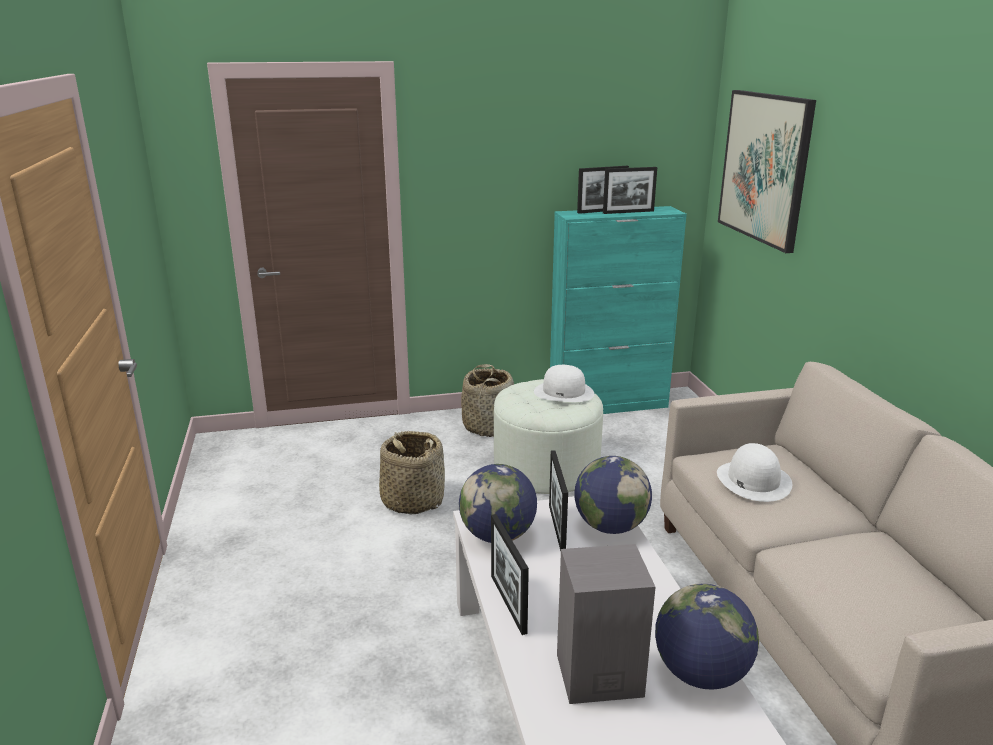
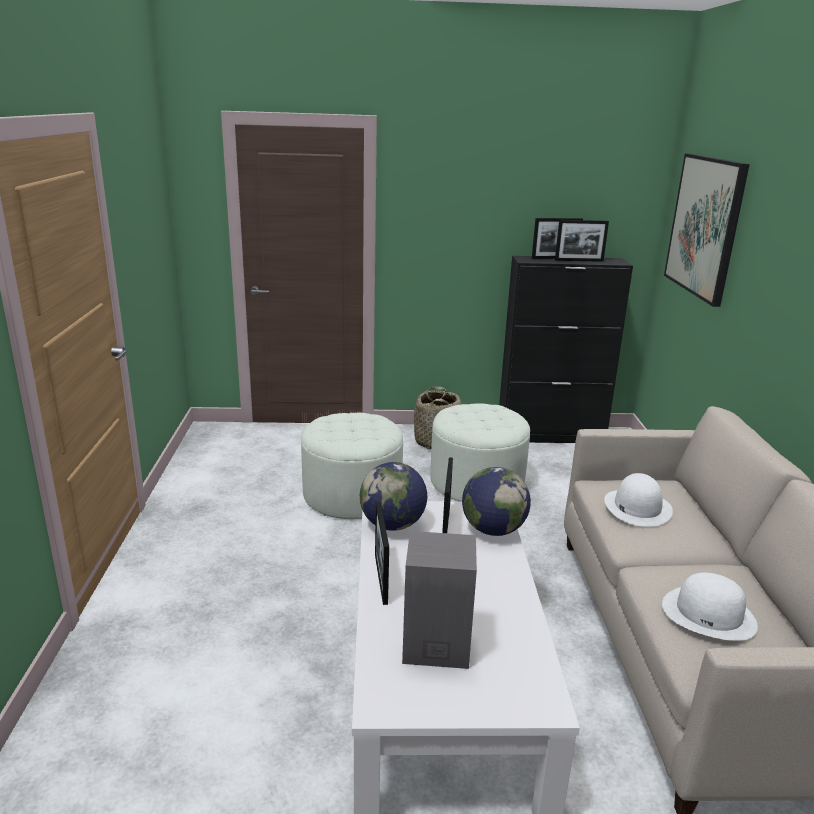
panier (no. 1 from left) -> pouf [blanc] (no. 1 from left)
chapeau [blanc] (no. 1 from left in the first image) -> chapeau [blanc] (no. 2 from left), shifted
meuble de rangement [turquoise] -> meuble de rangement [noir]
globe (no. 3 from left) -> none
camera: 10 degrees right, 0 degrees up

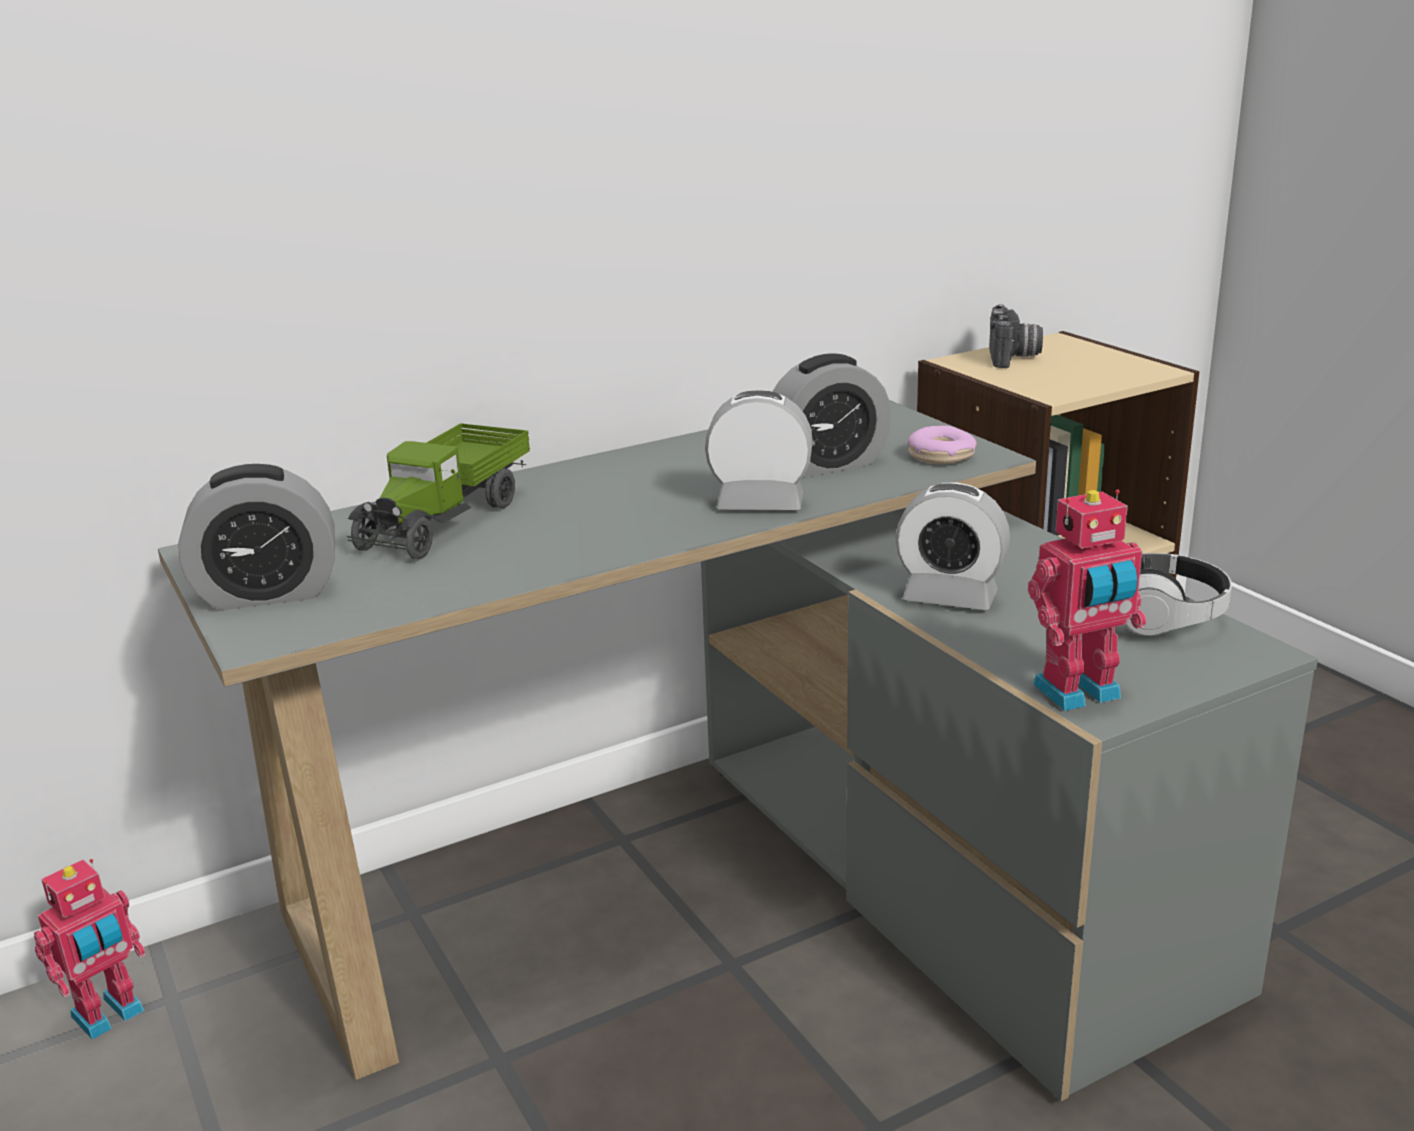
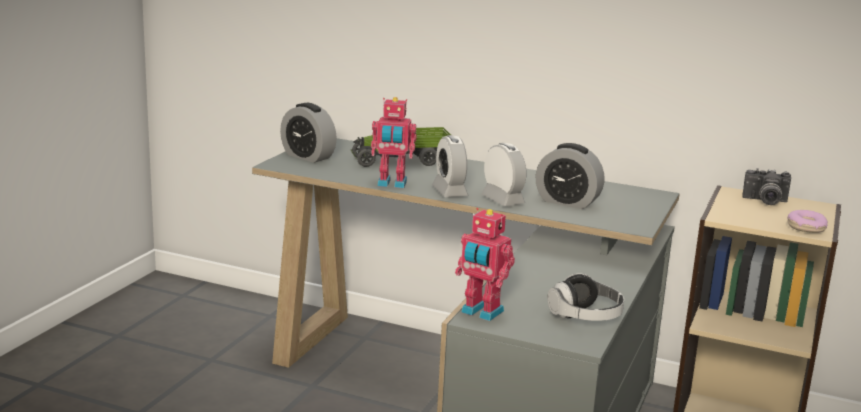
robot jouet (no. 1 from left), shifted
réveil (no. 4 from left in the first image) -> réveil (no. 2 from left), shifted
beignet, shifted
appareil photo, 45 degrees clockwise
camera: 50 degrees right, 5 degrees down

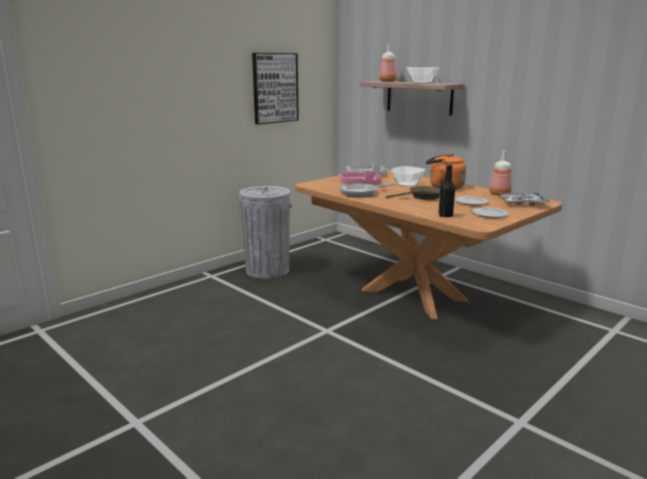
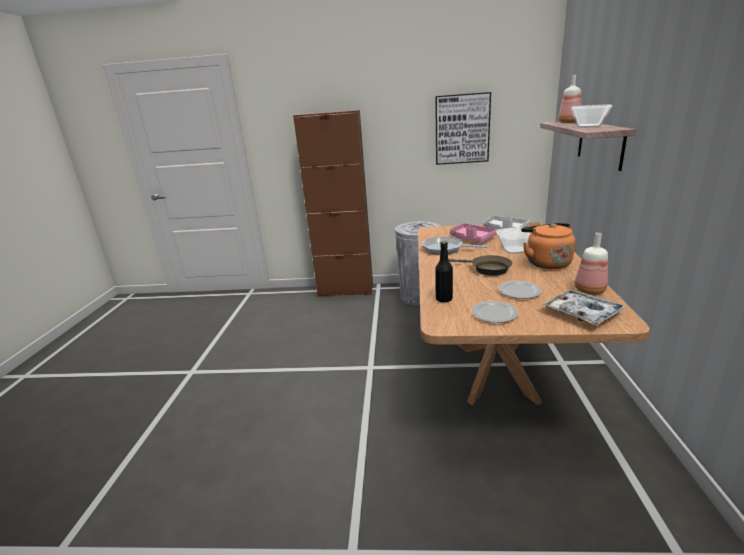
none -> meuble de rangement [marron]
camera: 50 degrees right, 5 degrees up

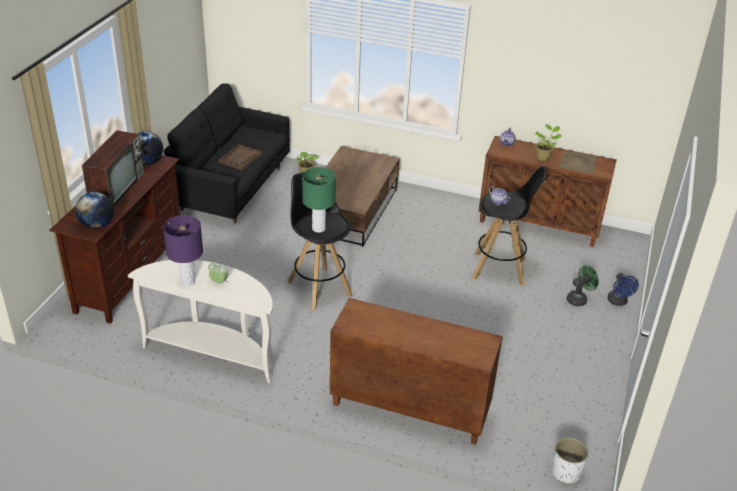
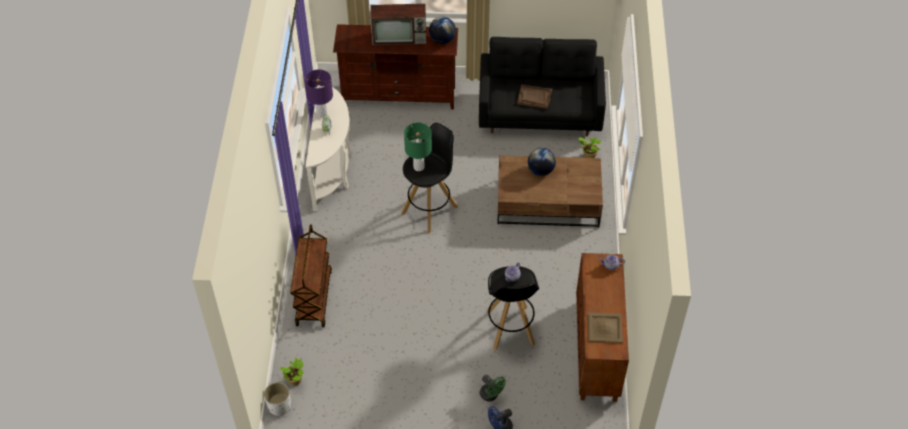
globe (no. 1 from left in the first image) -> globe (no. 2 from left), shifted
meuble de rangement [marron] (no. 1 from left) -> chariot [marron]
plante en pot (no. 2 from left in the first image) -> plante en pot (no. 1 from left), shifted
camera: 75 degrees right, 15 degrees up

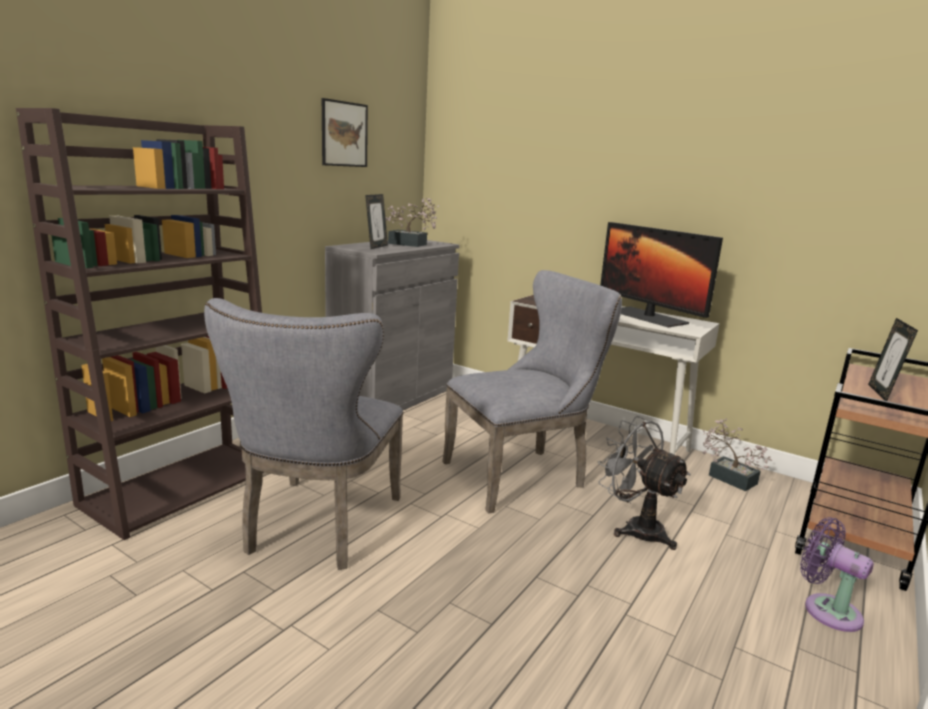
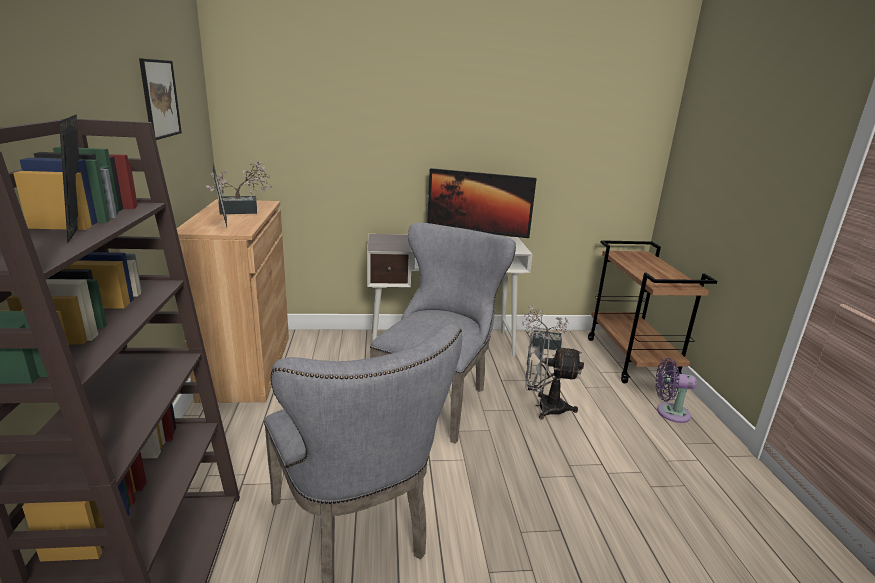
meuble de rangement [gris] -> meuble de rangement [marron]
cadre photo (no. 2 from left in the first image) -> cadre photo (no. 1 from left), shifted
camera: 40 degrees left, 5 degrees up

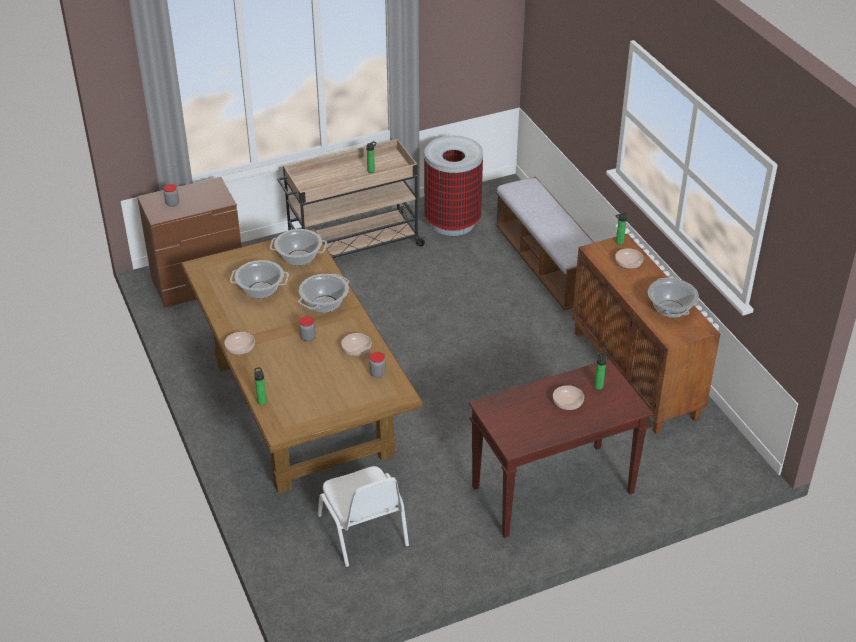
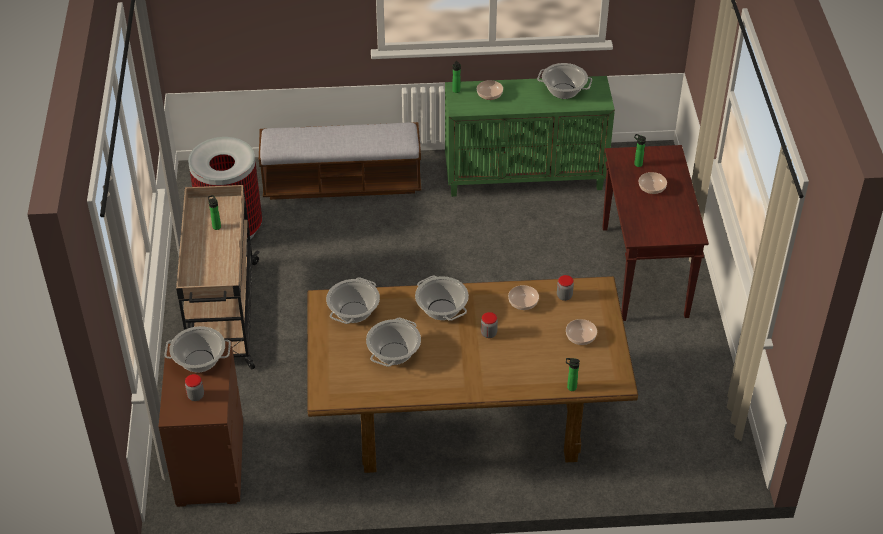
bol (no. 1 from left in the first image) -> bol (no. 3 from left), shifted
chaise [blanc] -> none
meuble de rangement [marron] -> meuble de rangement [vert]
none -> marmite (no. 1 from left)
camera: 70 degrees left, 5 degrees up

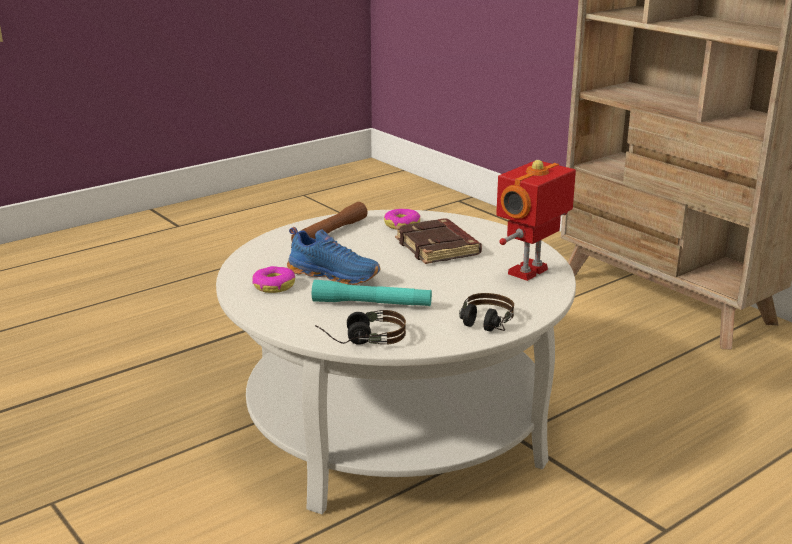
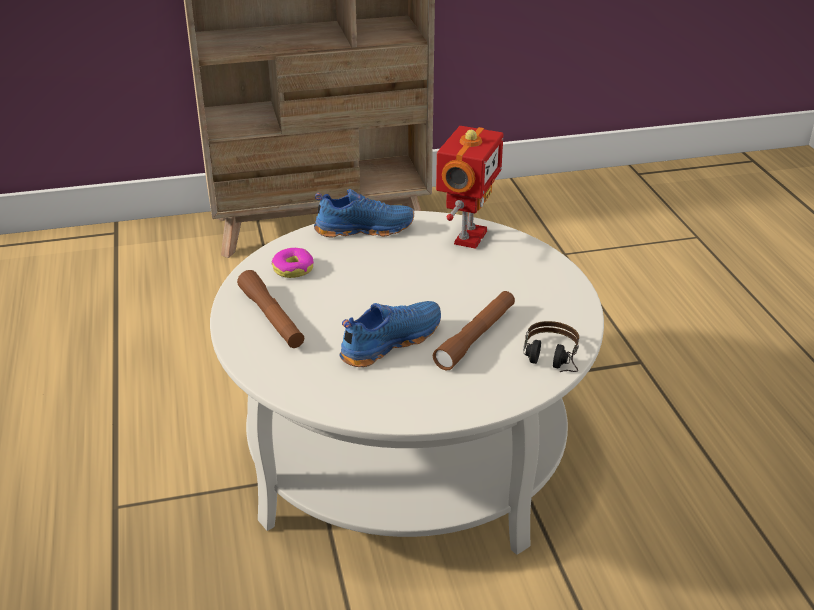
beignet (no. 1 from left) -> none
lampe de poche [turquoise] -> lampe de poche [marron] (no. 2 from left)
livre [marron] -> none
casque audio (no. 2 from left) -> none
robot jouet, 135 degrees counterclockwise
none -> chaussure [bleu] (no. 1 from left)
camera: 65 degrees left, 10 degrees up

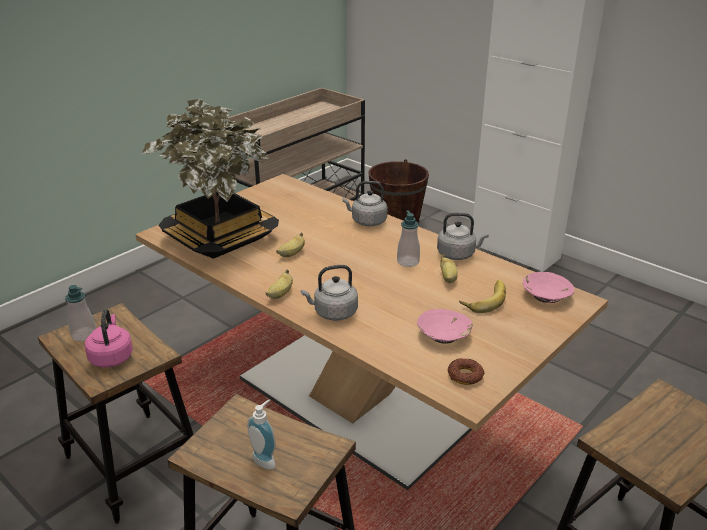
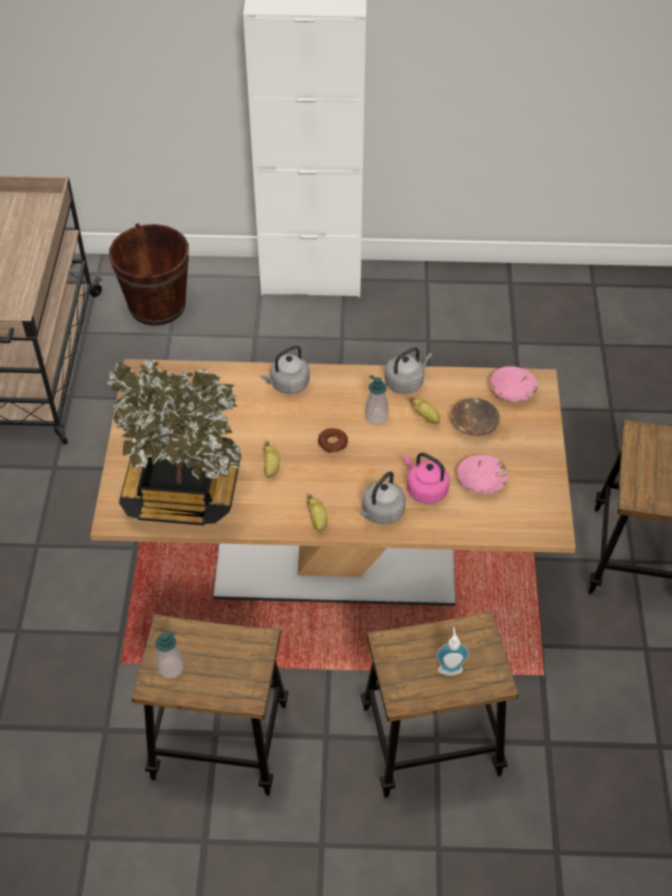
bouilloire [rose], shifted
beignet, shifted
banane (no. 4 from left) -> bol [marron]
camera: 40 degrees left, 20 degrees up

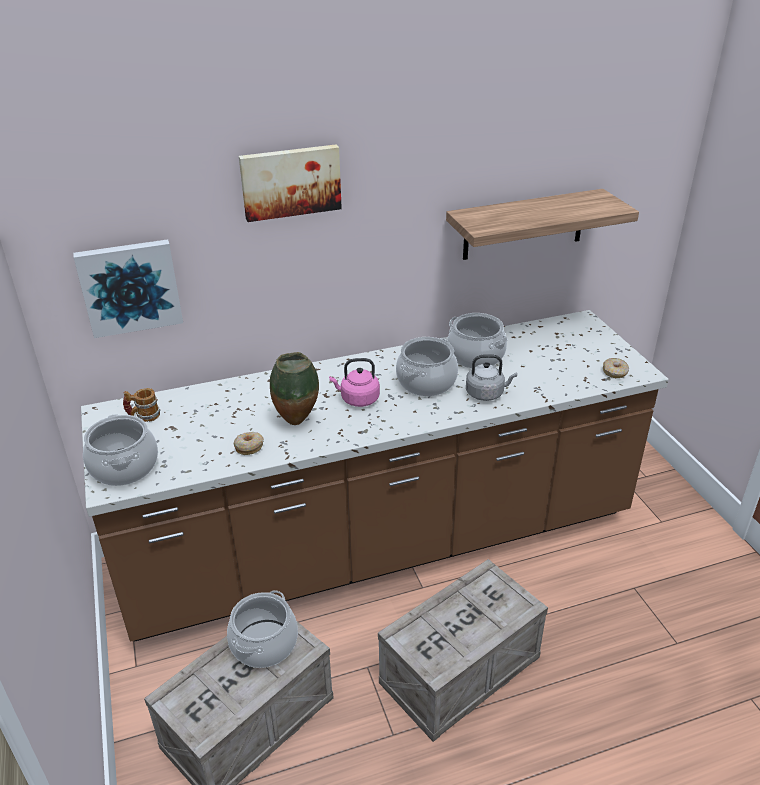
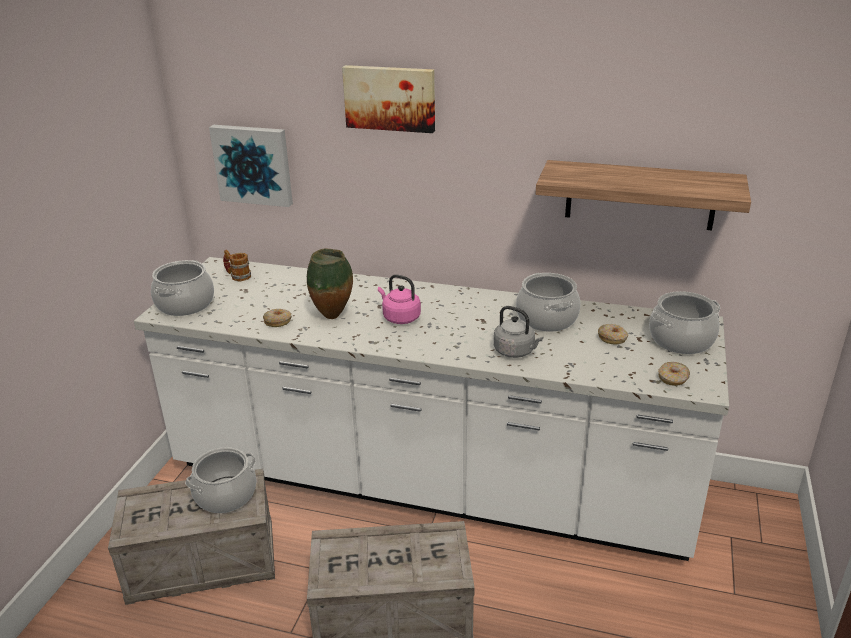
comptoir de cuisine [marron] -> comptoir de cuisine [blanc]
marmite (no. 3 from left in the first image) -> marmite (no. 4 from left), shifted
none -> beignet (no. 2 from left)
camera: 35 degrees right, 5 degrees down

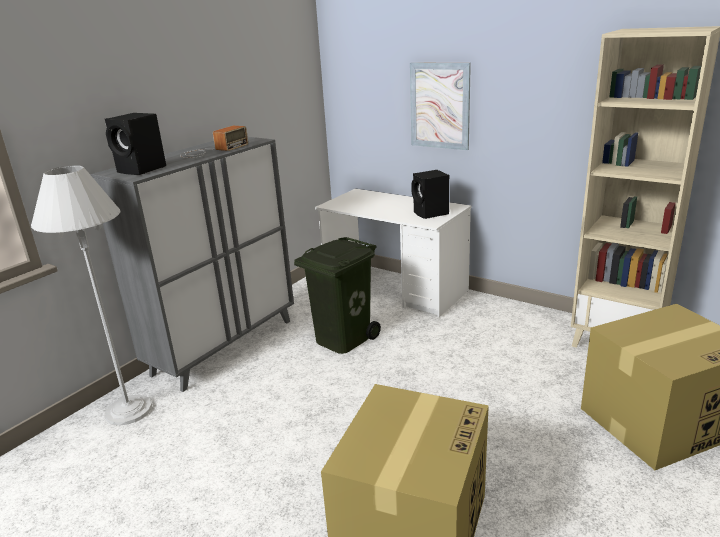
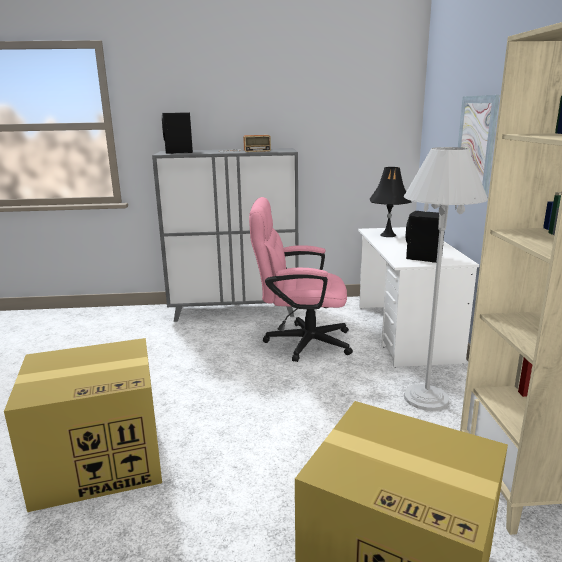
lampadaire [blanc], shifted
poubelle [vert] -> chaise de bureau [rose]
none -> lampe de table [noir]
camera: 50 degrees right, 5 degrees down

